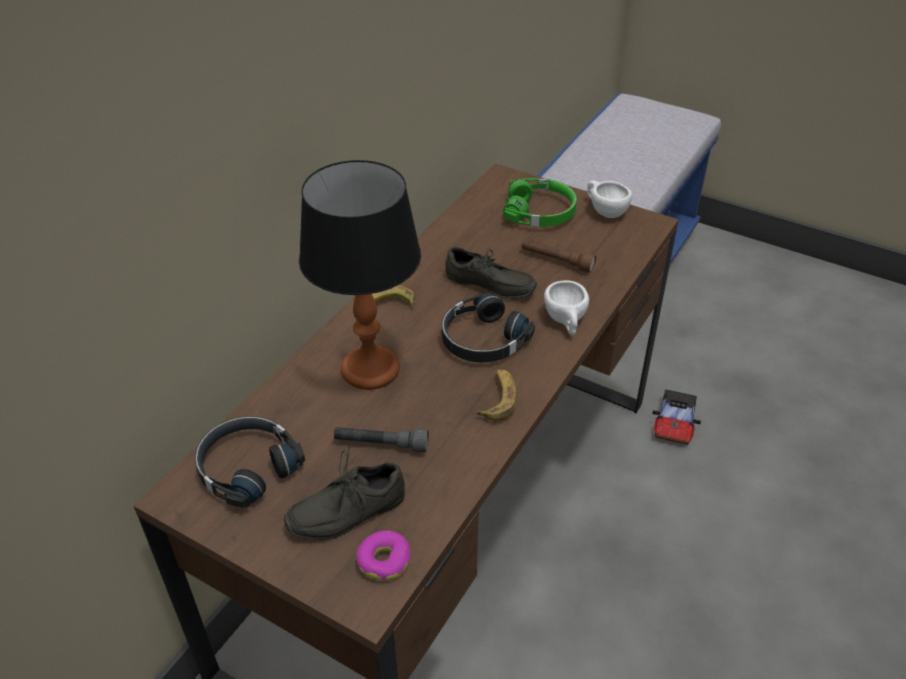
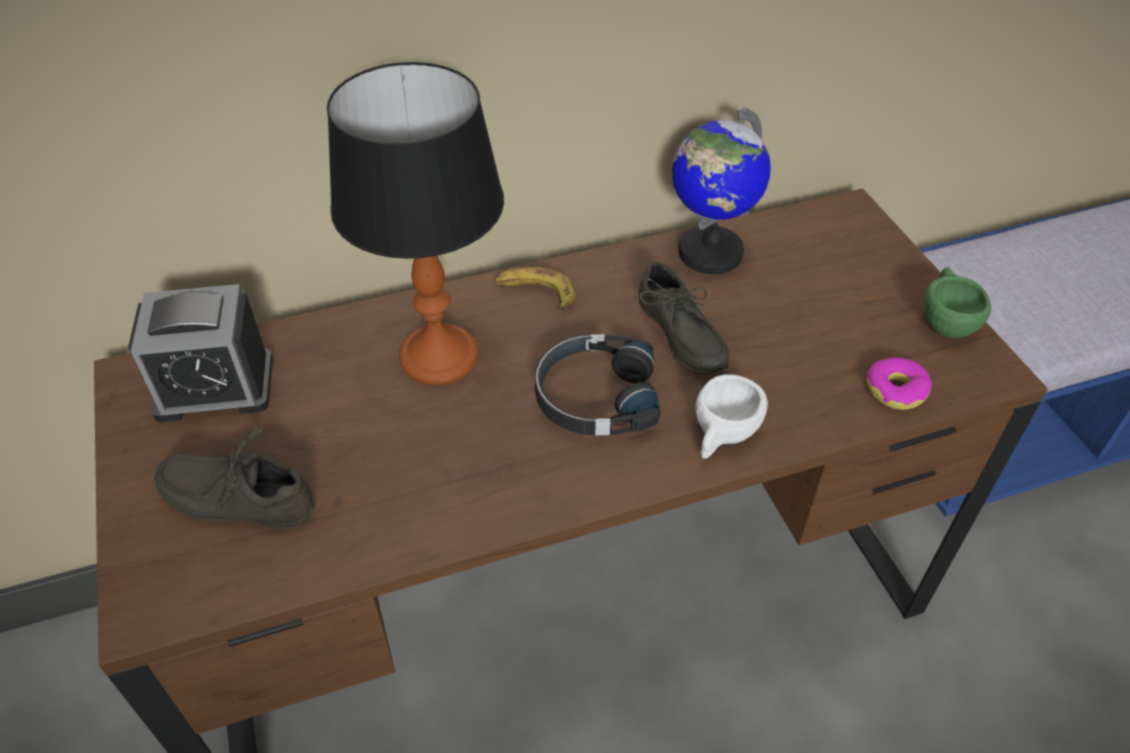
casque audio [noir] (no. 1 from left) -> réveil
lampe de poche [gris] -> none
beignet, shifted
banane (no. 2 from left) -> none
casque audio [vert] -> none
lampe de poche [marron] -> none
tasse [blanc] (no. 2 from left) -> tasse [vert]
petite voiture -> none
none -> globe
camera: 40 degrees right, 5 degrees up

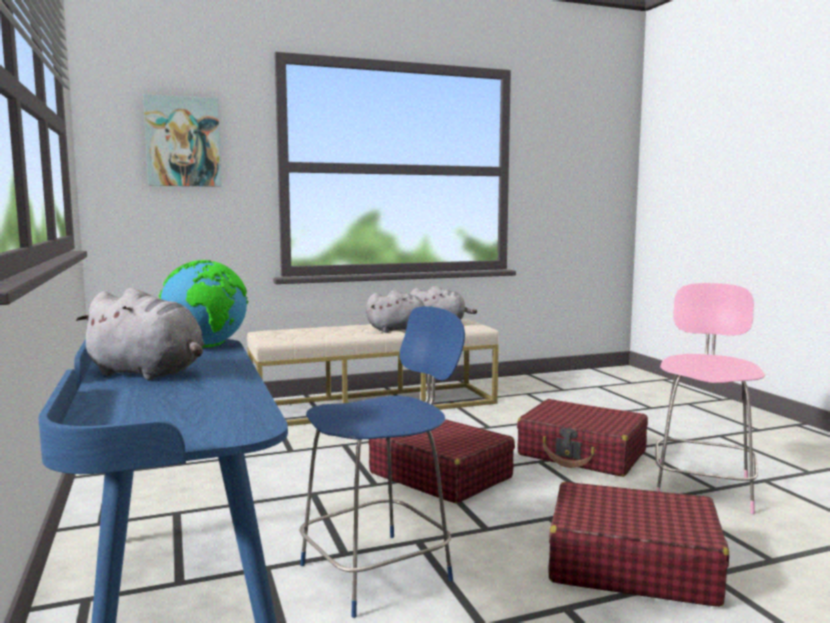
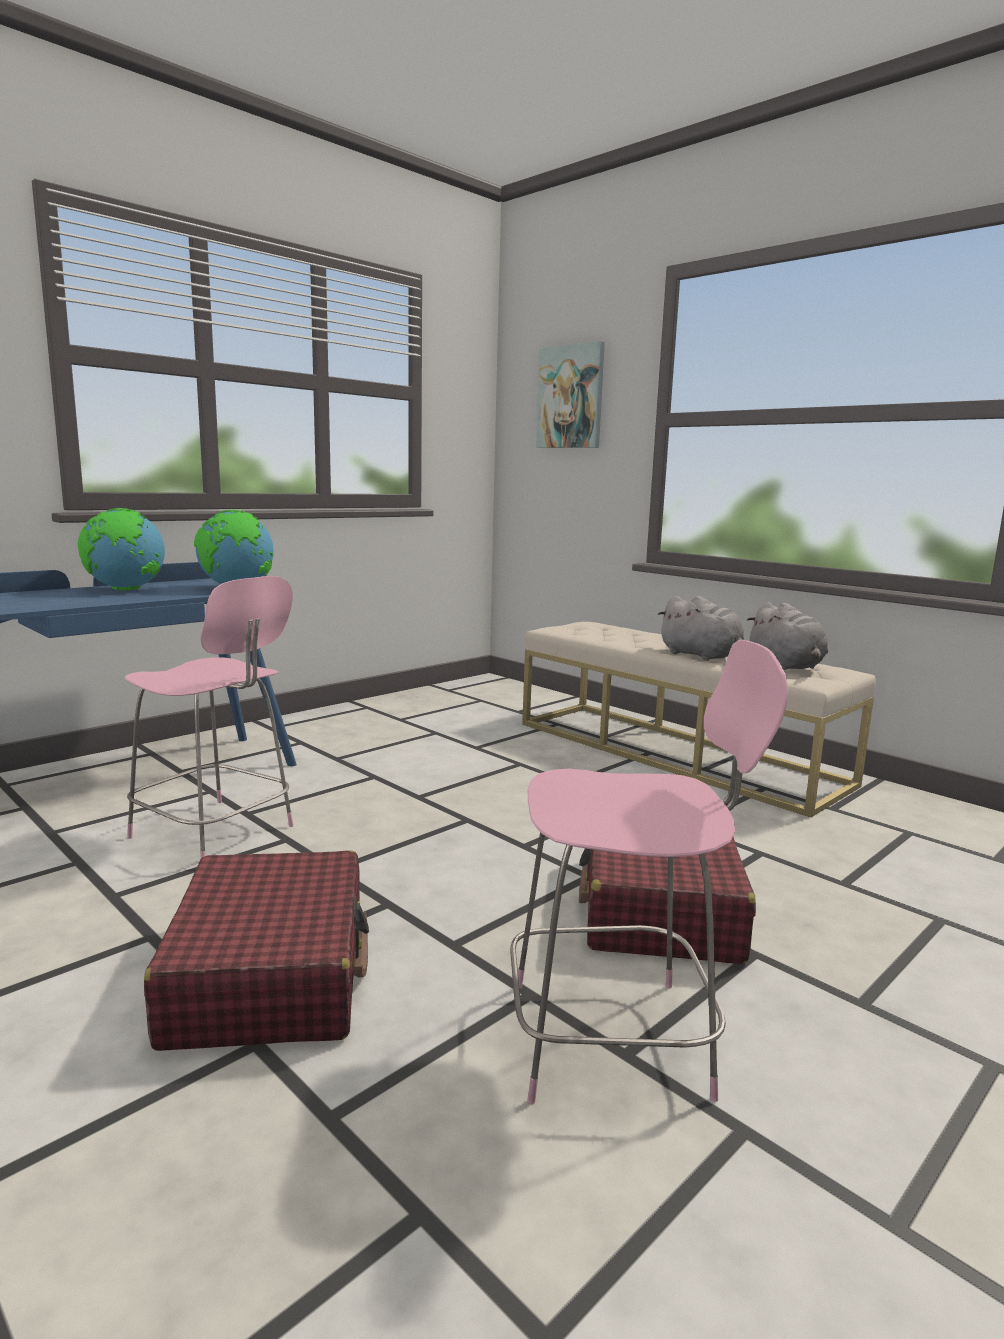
peluche [gris] (no. 1 from left) -> globe (no. 1 from left)
chaise [bleu] -> chaise [rose] (no. 1 from left)
valise [rouge] (no. 1 from left) -> none
camera: 65 degrees right, 5 degrees up

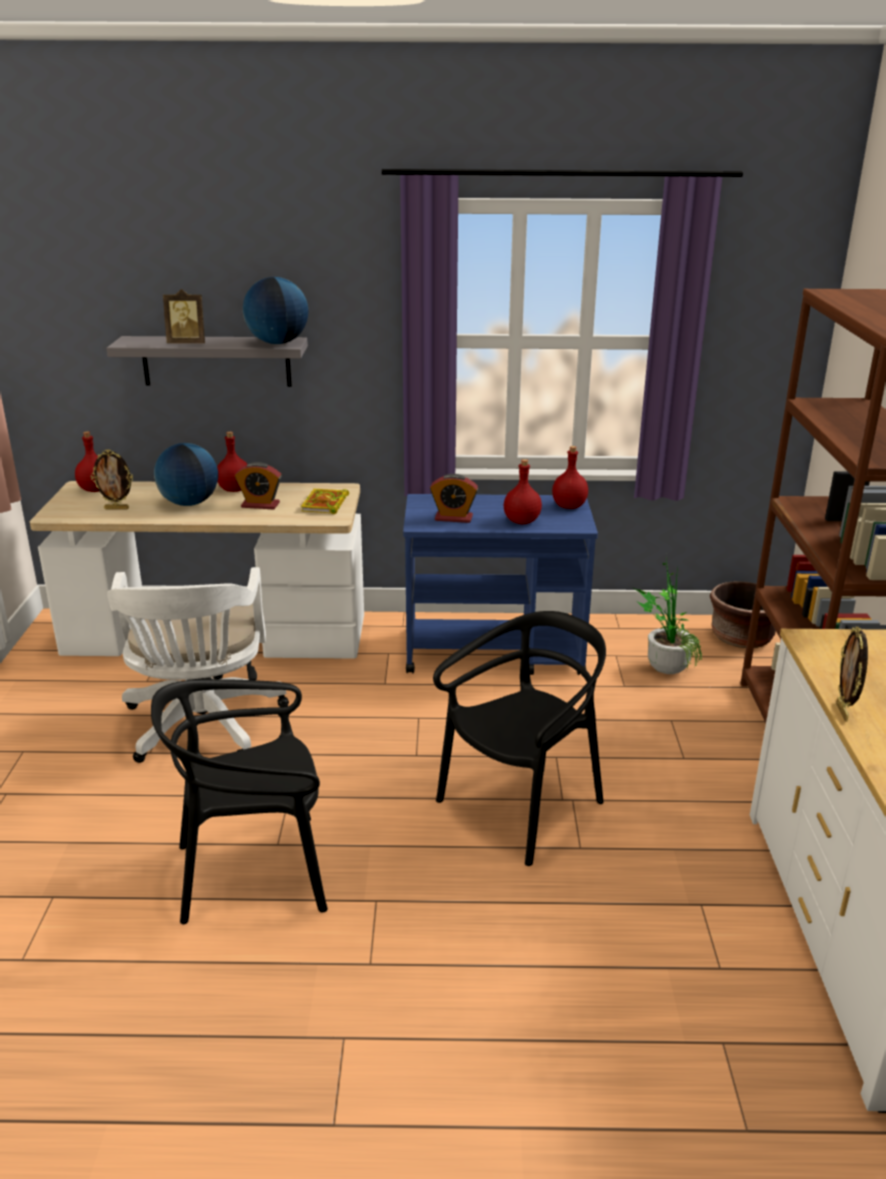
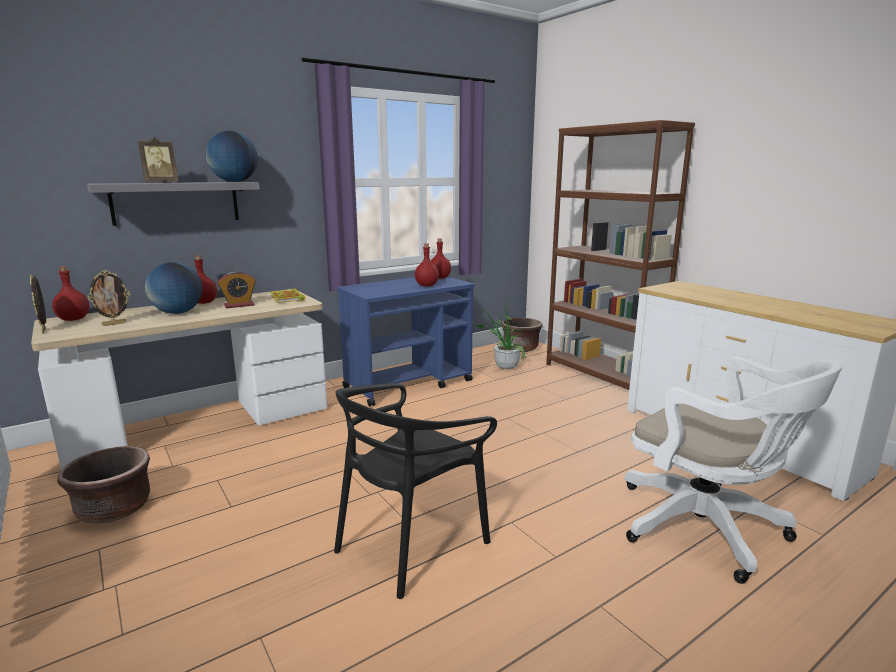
chaise de bureau [blanc], shifted
réveil (no. 2 from left) -> none
chaise [noir] (no. 2 from left) -> none
cadre photo (no. 3 from left in the first image) -> cadre photo (no. 1 from left), shifted
none -> cache-pot [marron] (no. 1 from left)
camera: 35 degrees left, 10 degrees down

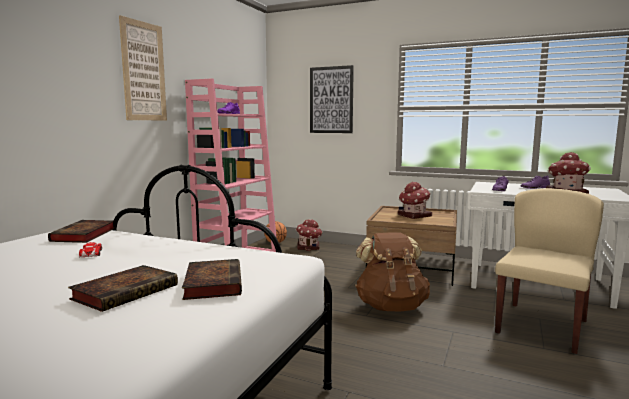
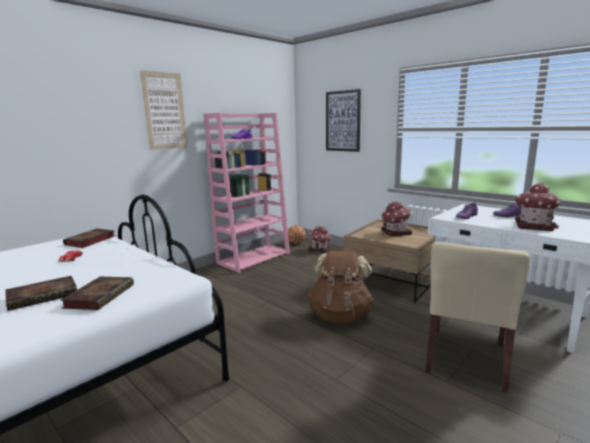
chaise [beige], 150 degrees clockwise
camera: 20 degrees right, 5 degrees up

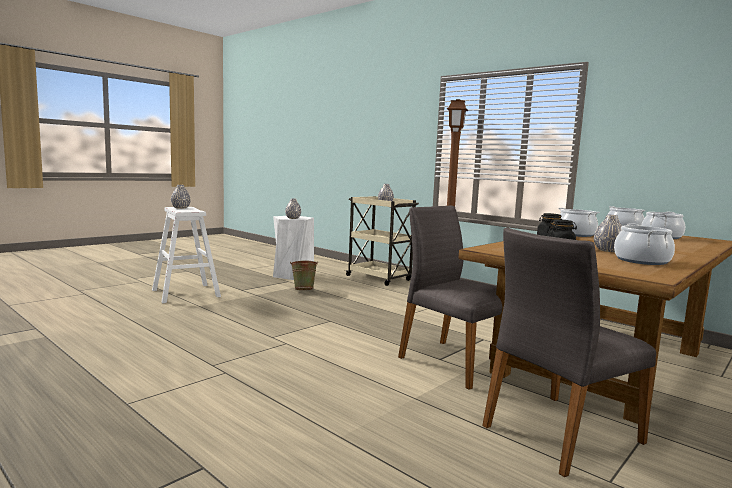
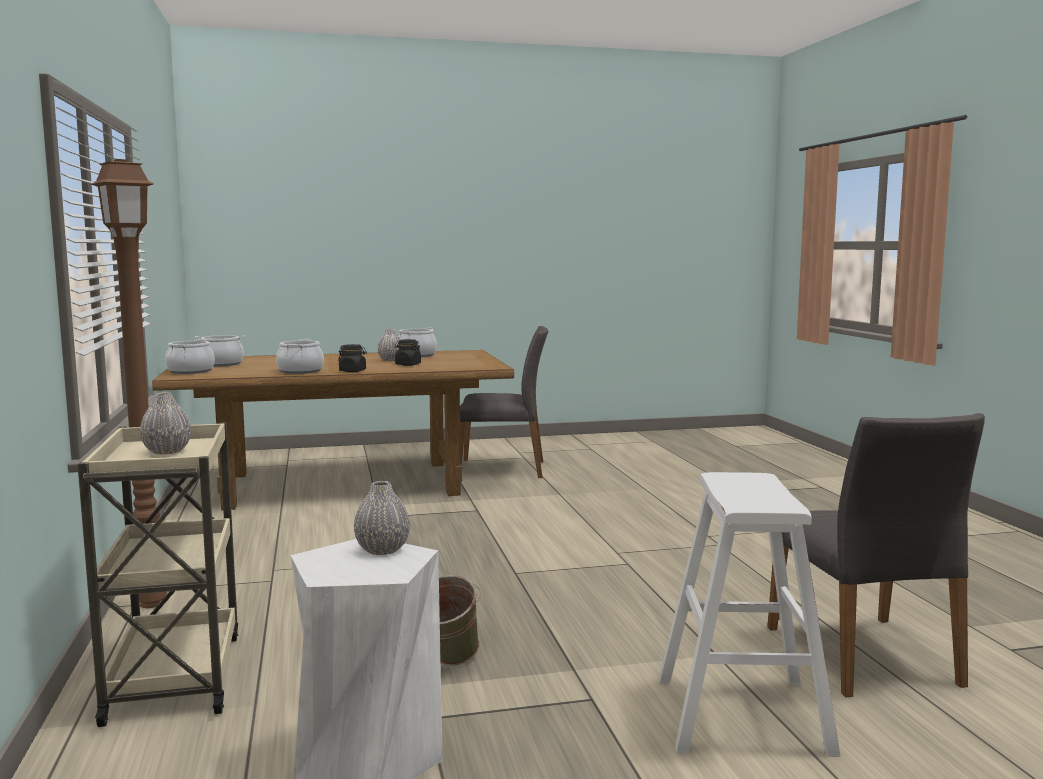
vase [gris] (no. 1 from left) -> none
chaise [gris] (no. 1 from left in the first image) -> chaise [gris] (no. 2 from left), shifted
camera: 145 degrees left, 0 degrees up

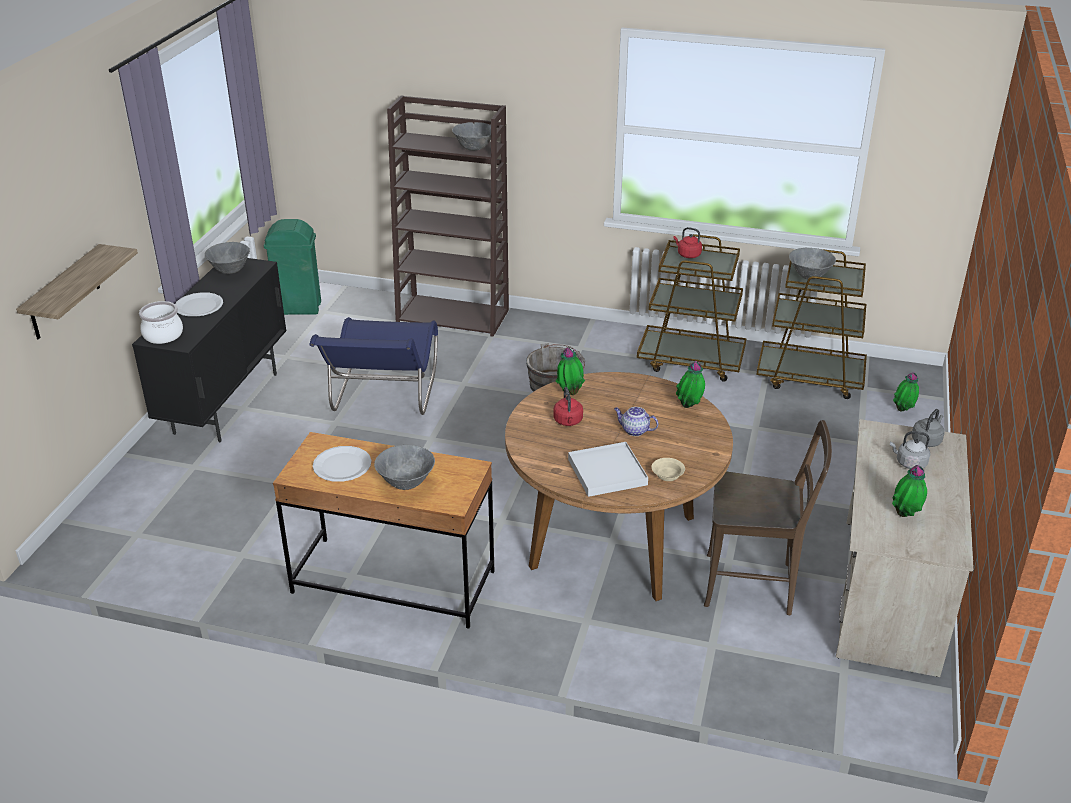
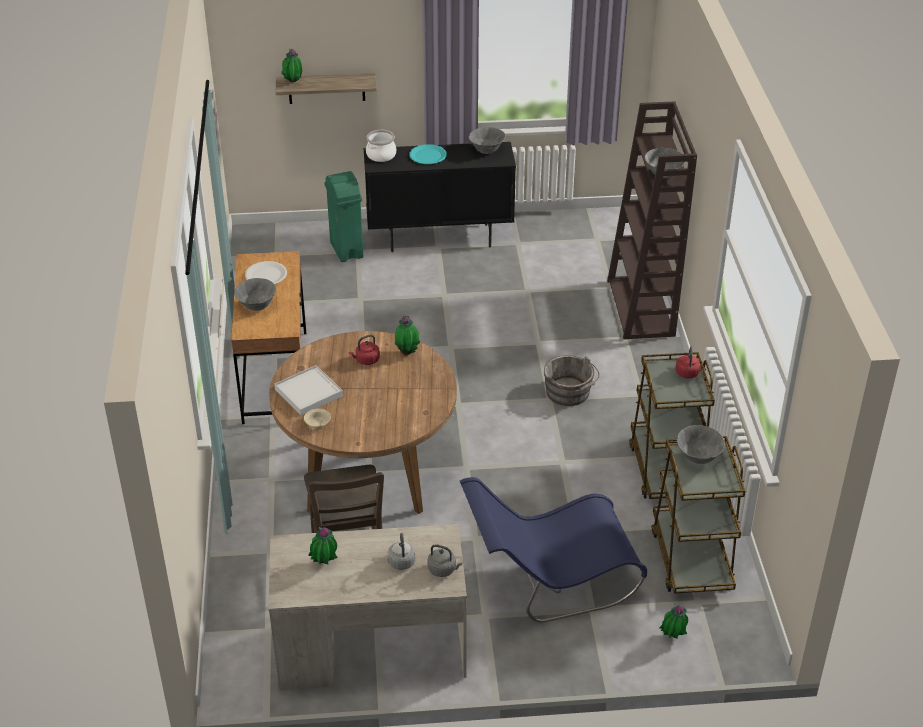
assiette [blanc] (no. 1 from left) -> assiette [turquoise]
poubelle [vert], shifted
chaise [bleu], shifted
théière -> none
plante en pot (no. 2 from left in the first image) -> plante en pot (no. 1 from left), shifted
camera: 70 degrees right, 5 degrees up

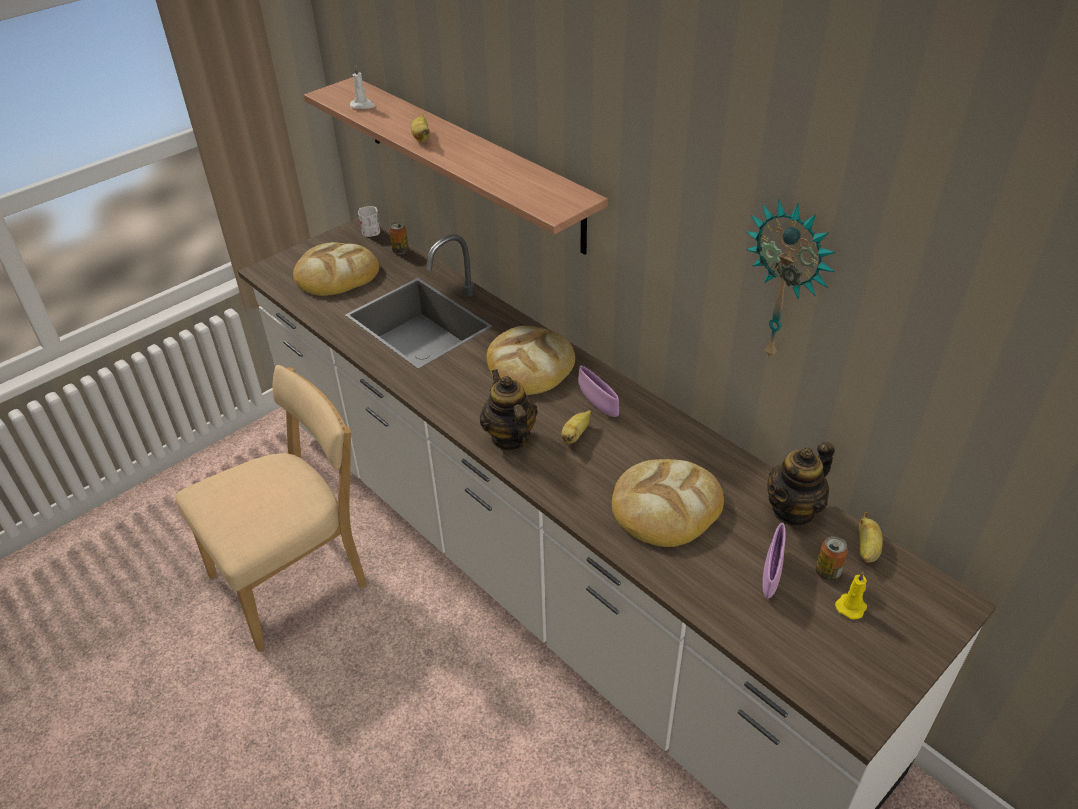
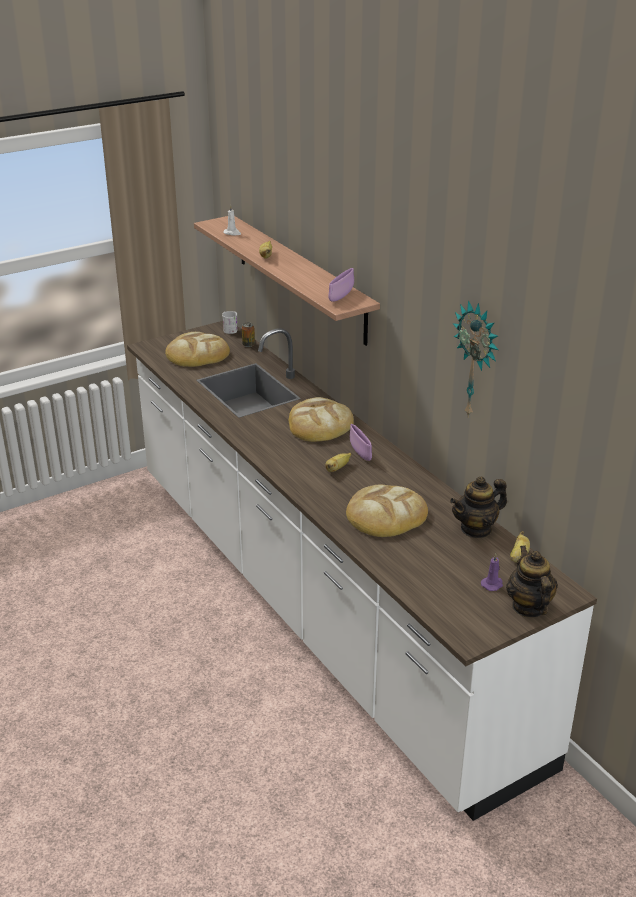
chaise [beige] -> none
théière (no. 1 from left in the first image) -> théière (no. 2 from left), shifted
bol [violet] (no. 2 from left in the first image) -> bol [violet] (no. 1 from left), shifted
boîte métallique (no. 2 from left) -> none
bougie [jaune] -> bougie [violet]
camera: 10 degrees right, 10 degrees down

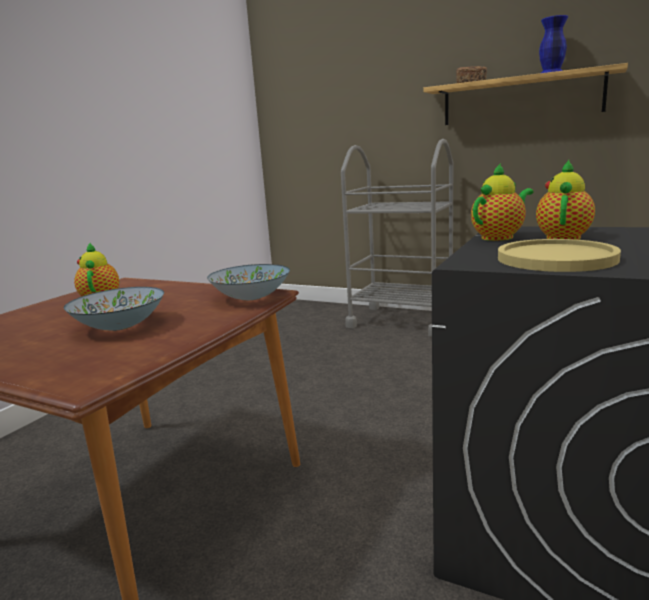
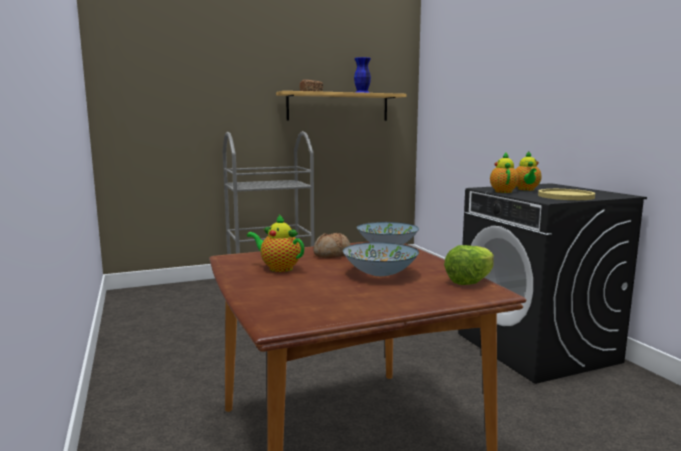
théière (no. 3 from left), 150 degrees counterclockwise
none -> pain (no. 2 from left)
none -> laitue
camera: 50 degrees left, 5 degrees down

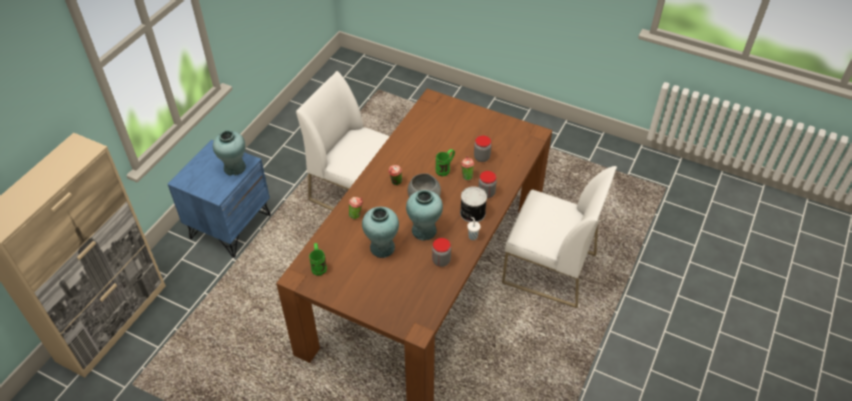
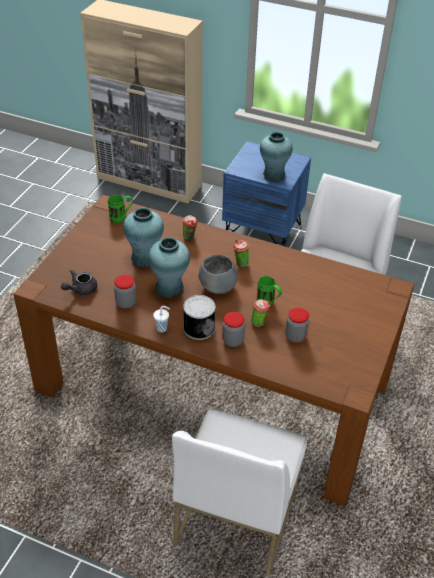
none -> théière [gris]
camera: 85 degrees right, 5 degrees down

